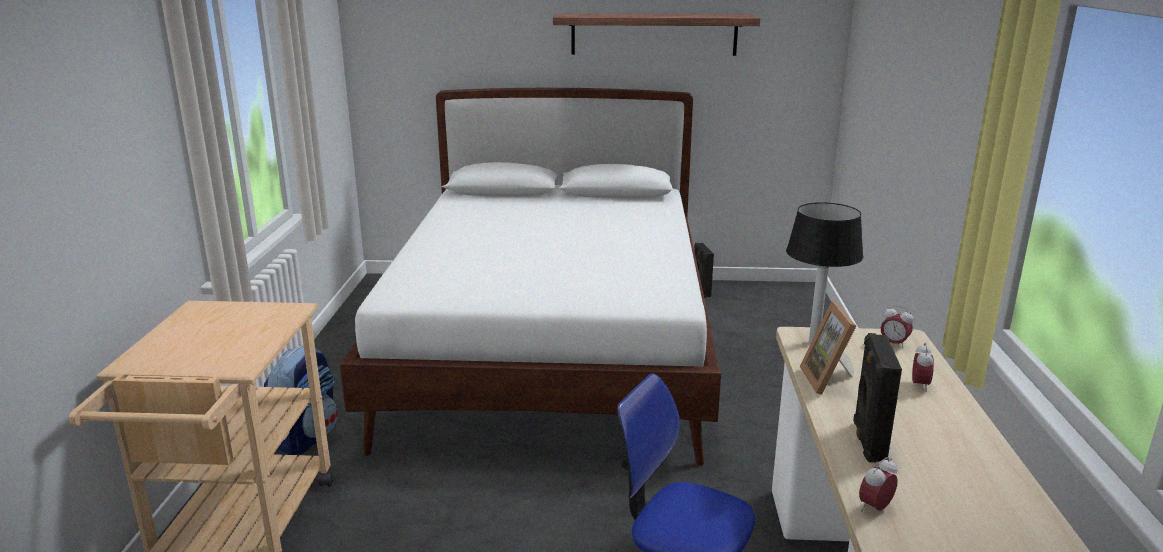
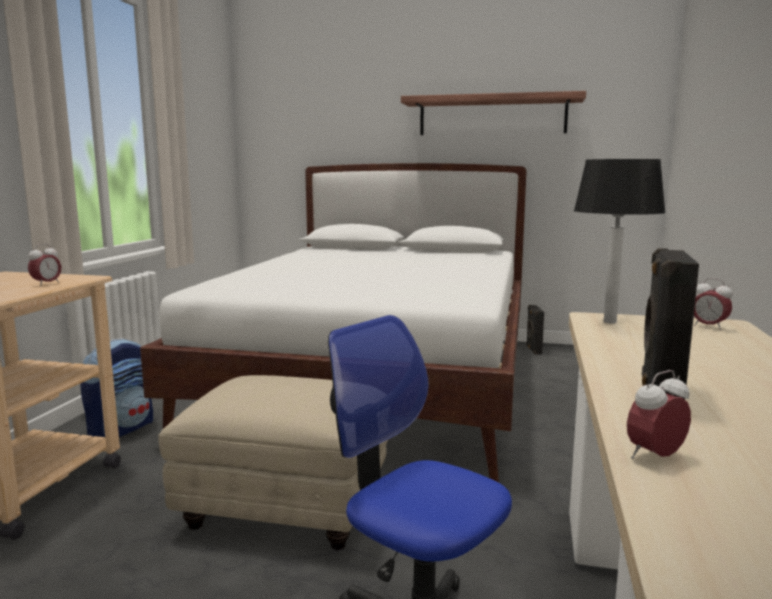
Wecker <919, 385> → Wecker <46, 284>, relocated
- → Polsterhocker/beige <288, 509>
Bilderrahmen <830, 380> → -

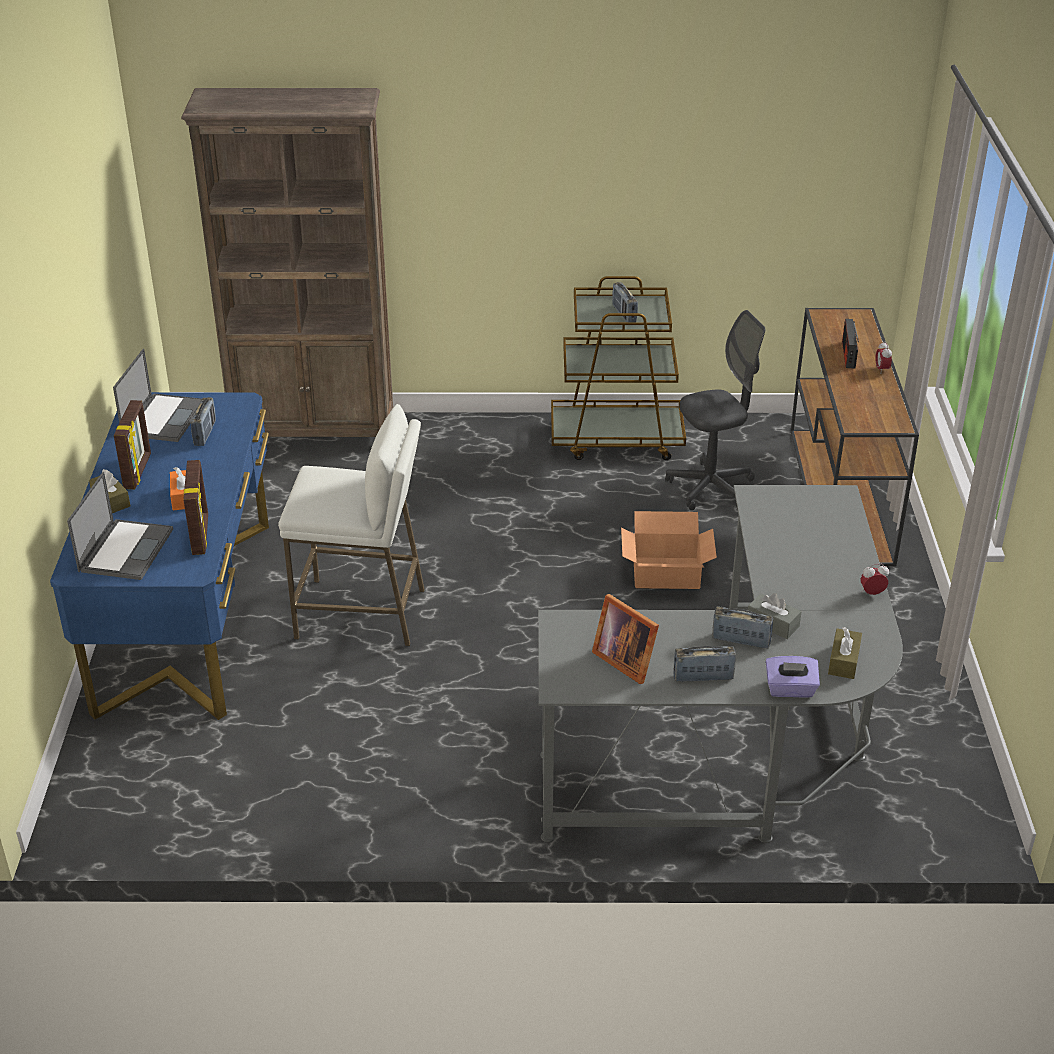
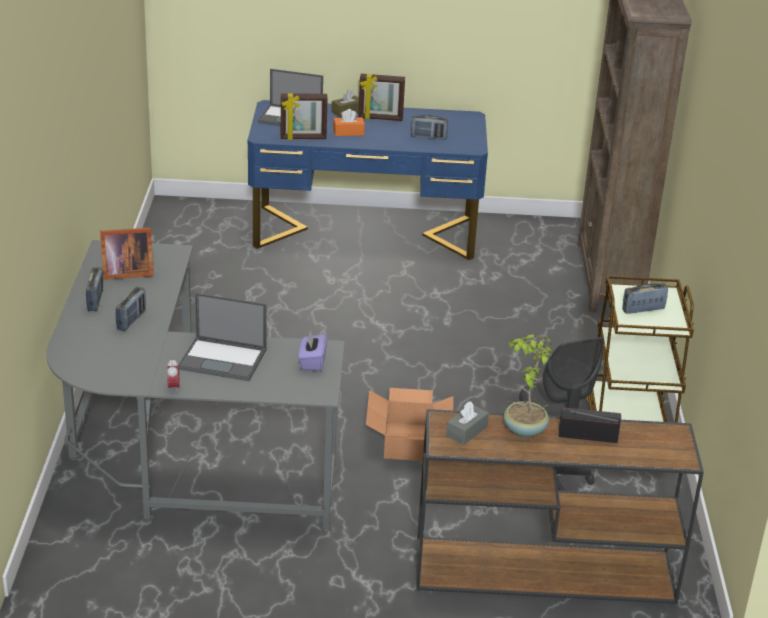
Bilderrahmen <625, 659> → Bilderrahmen <125, 272>, 150 degrees counterclockwise
Laptop <163, 418> → Laptop <223, 359>, relocated
Taschentuchbox/lila <790, 689> → Taschentuchbox/lila <312, 362>, relocated
Taschentuchbox/grau <772, 624> → Taschentuchbox/grau <466, 431>, relocated
- → Topfpflanze <523, 430>
Hocker/weiß <361, 613> → -
Taschentuchbox/braun <843, 661> → -
Wecker <881, 369> → -

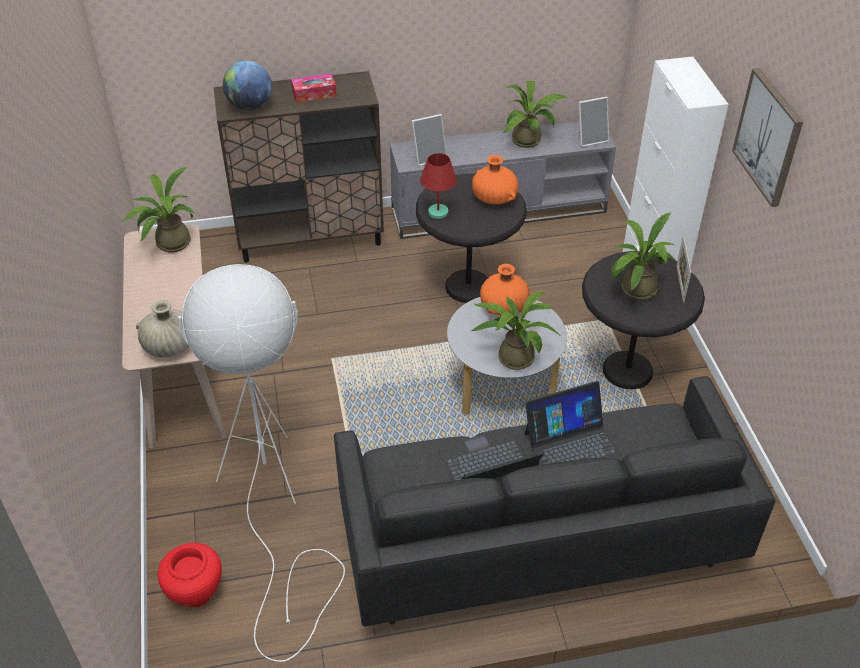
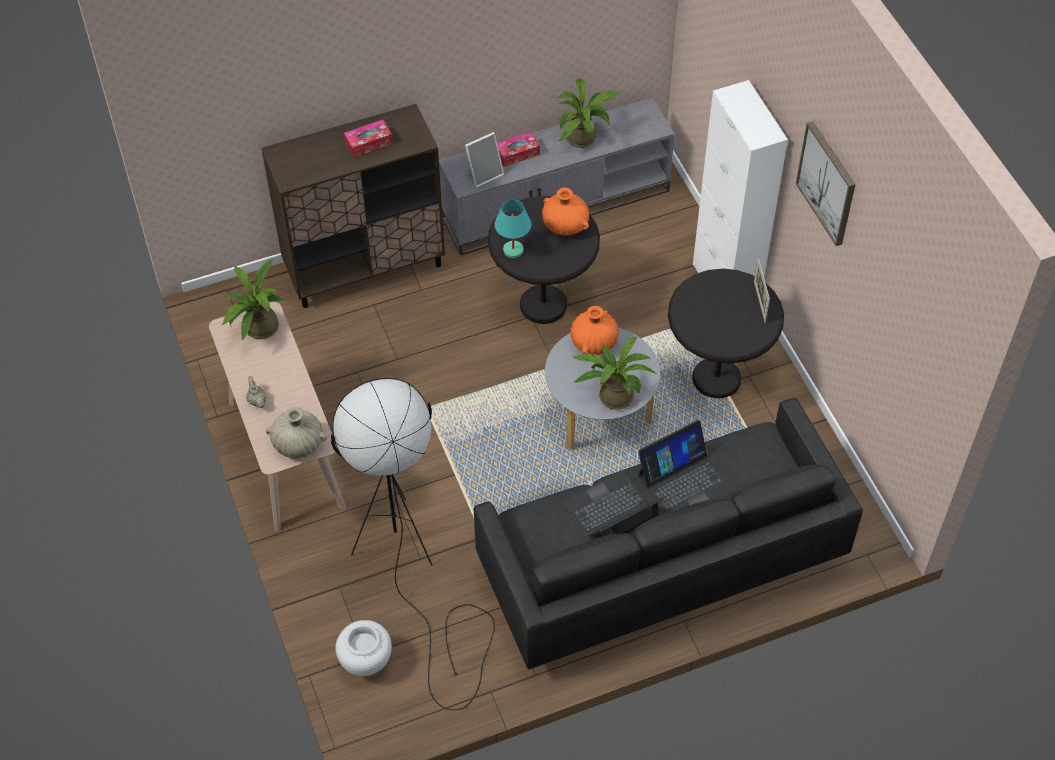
- → Teekanne/beige <257, 400>
Stehlampe/weiß <272, 506> → Stehlampe/schwarz <411, 570>
Vase/rot <195, 593> → Vase/weiß <366, 663>
Tischlampe/rot <438, 212> → Tischlampe/türkis <513, 250>
- → Taschentuchbox <517, 153>
Globus <250, 106> → -
Bilderrahmen <591, 138> → -
Topfpflanze <634, 291> → -

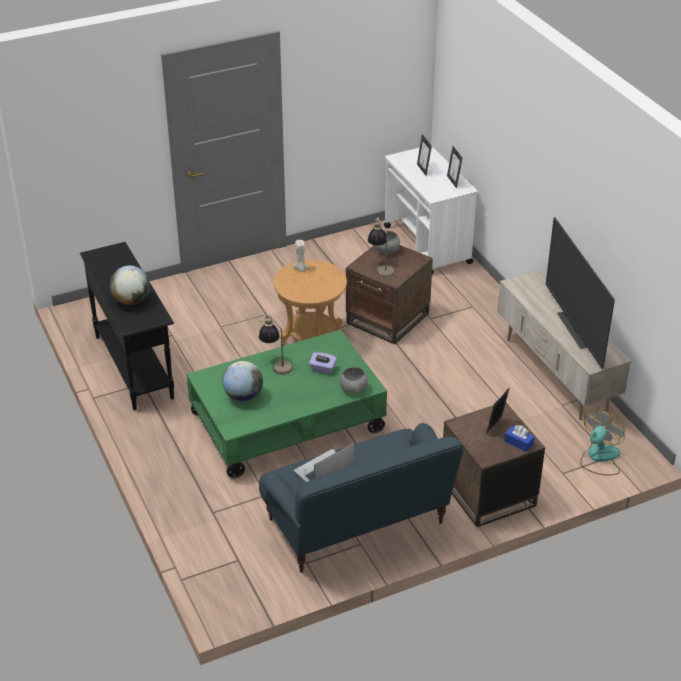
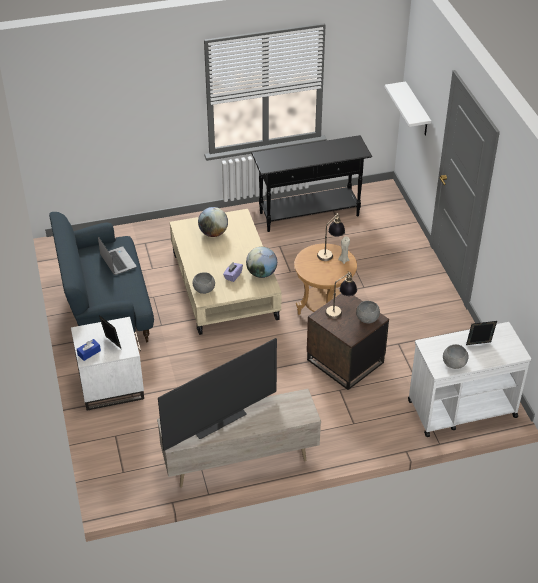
Beistelltisch/braun <487, 493> → Beistelltisch/weiß <111, 384>
Fernseher <573, 330> → Fernseher <220, 423>, 150 degrees clockwise
Couchtisch/grün <287, 423> → Couchtisch/beige <224, 286>
Globus <132, 301> → Globus <261, 273>, relocated
Tischlampe <276, 364> → Tischlampe <330, 252>, relocated
- → Wandregal/weiß <417, 110>
Bilderrahmen <453, 181> → Schüssel/grau <454, 363>
Ventilator <599, 458> → -

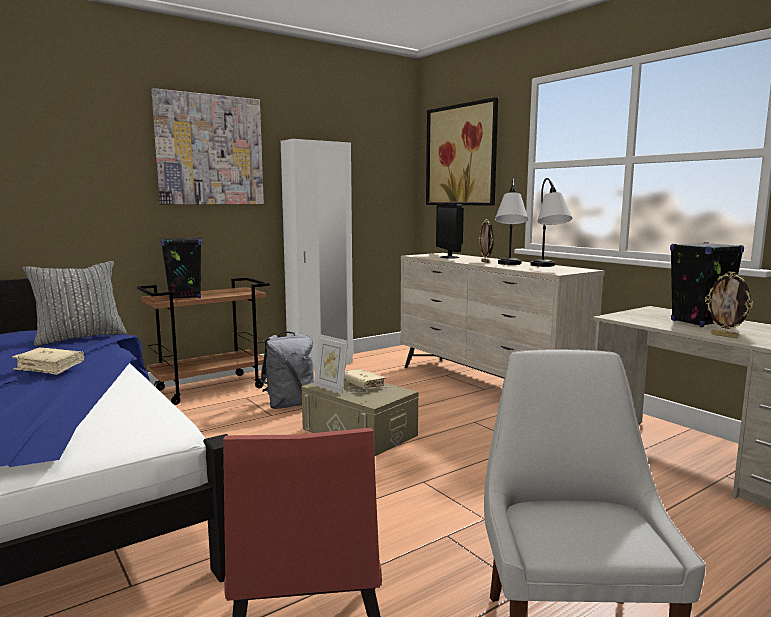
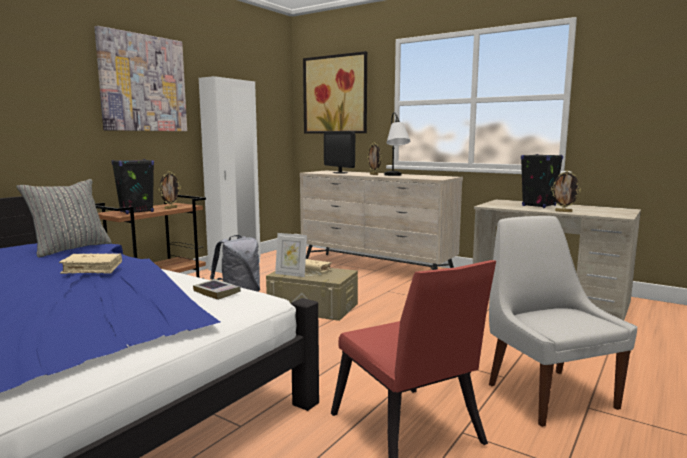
- → Bilderrahmen <170, 208>
- → Buch <216, 292>
Tischlampe <547, 267> → -

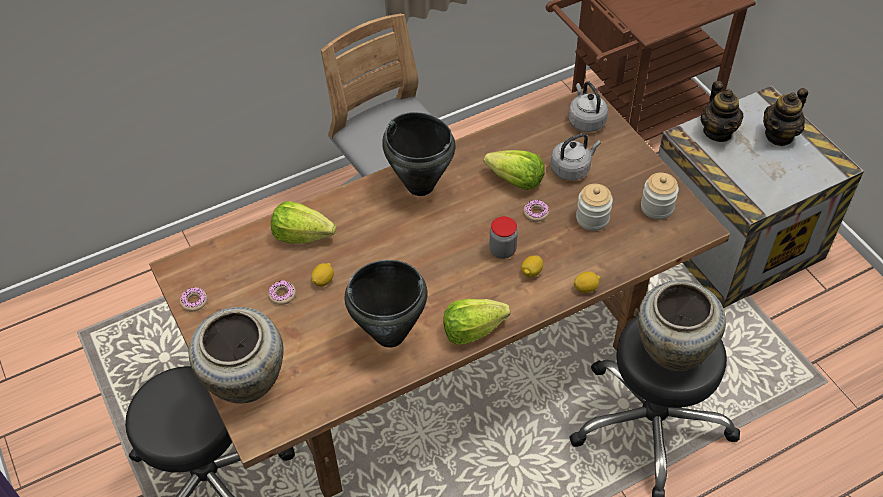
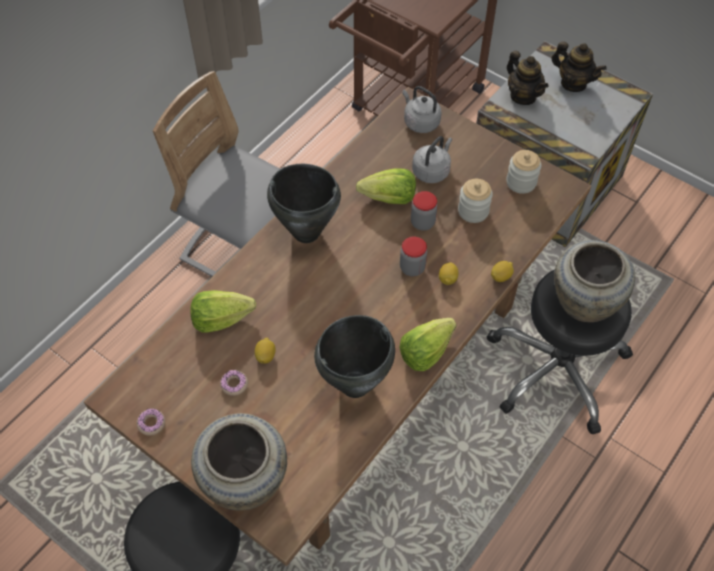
Donut <536, 213> → Vorratsglas <422, 222>
Teekanne <779, 135> → Teekanne <573, 83>, 75 degrees counterclockwise

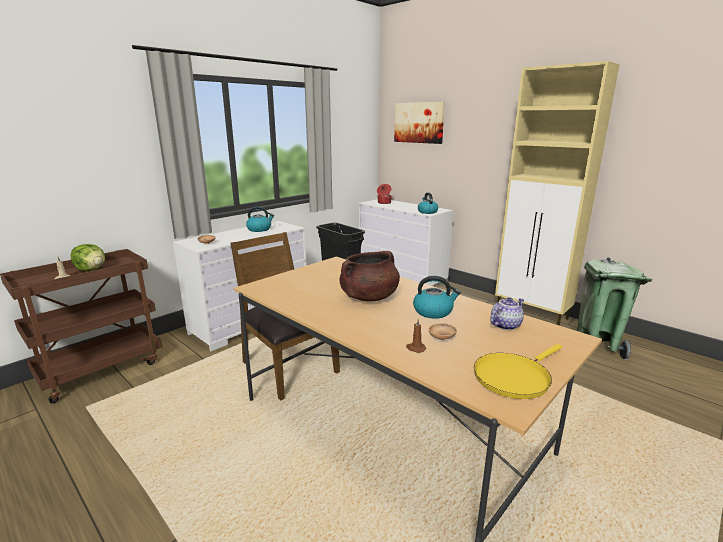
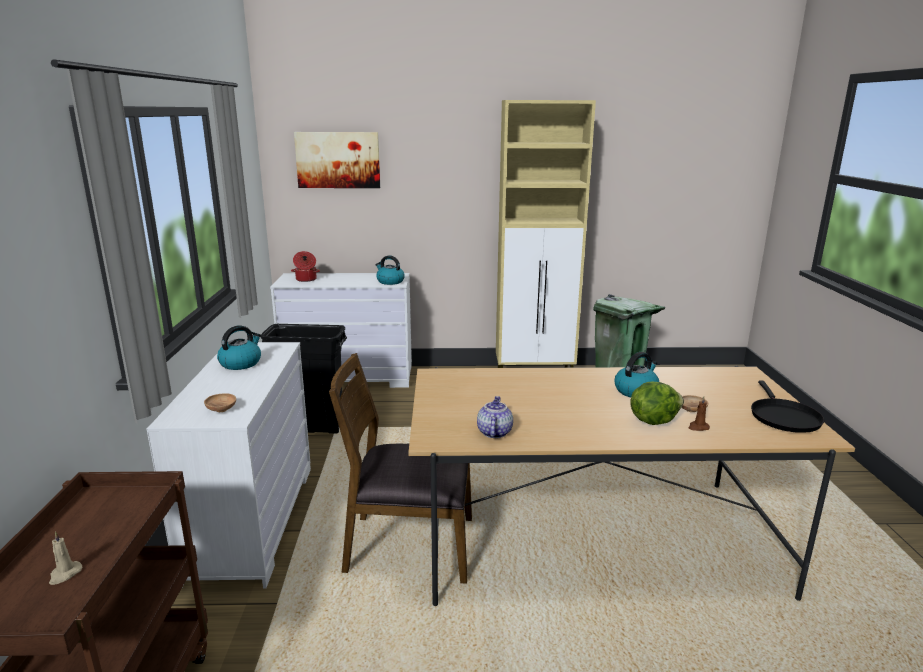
Teekanne <505, 325> → Teekanne <493, 432>, relocated
Salatkopf <92, 269> → Salatkopf <653, 420>, relocated
Pfanne/gelb <513, 377> → Pfanne/schwarz <783, 417>
Kochtopf/braun <369, 297> → -

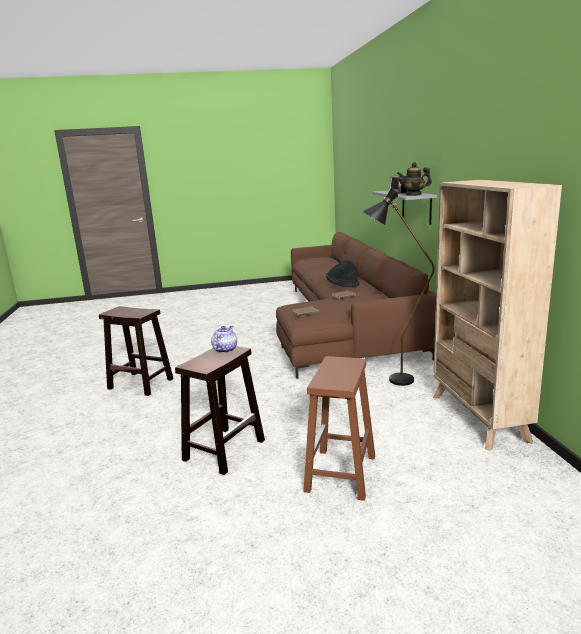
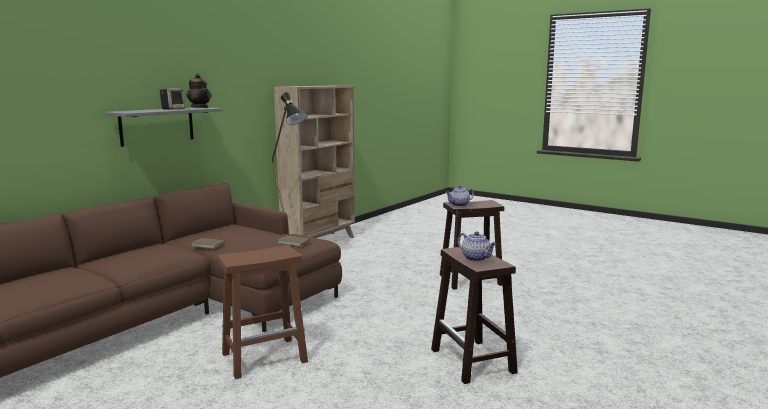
Hocker/braun <341, 474> → Hocker/braun <265, 357>, relocated
- → Teekanne <476, 258>
Hut/schwarz <342, 285> → -

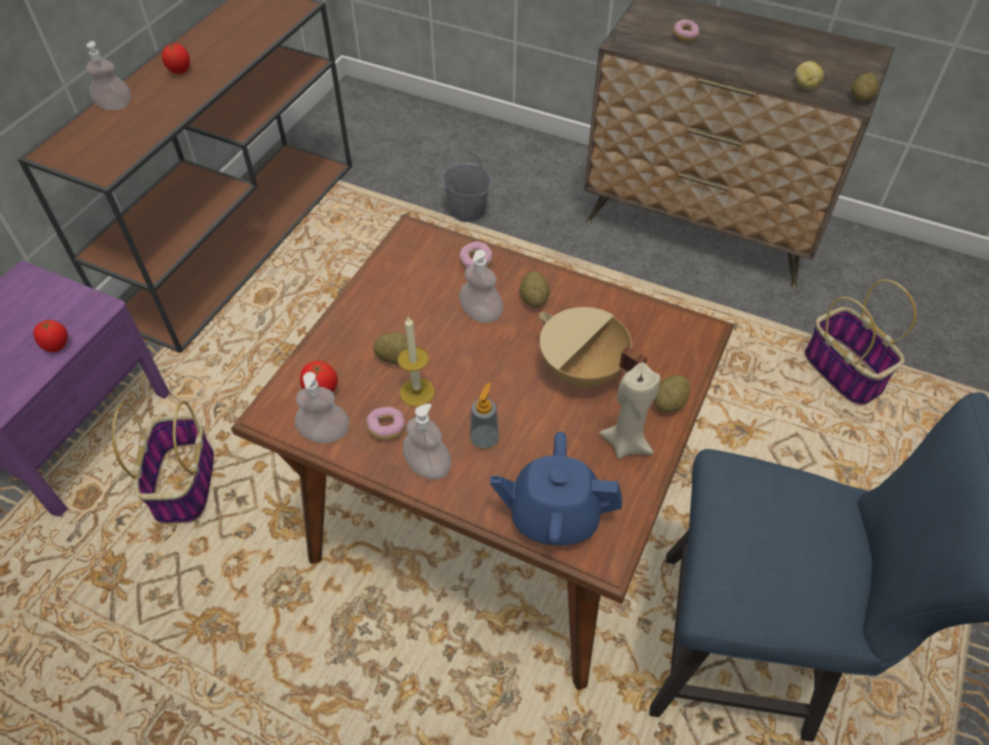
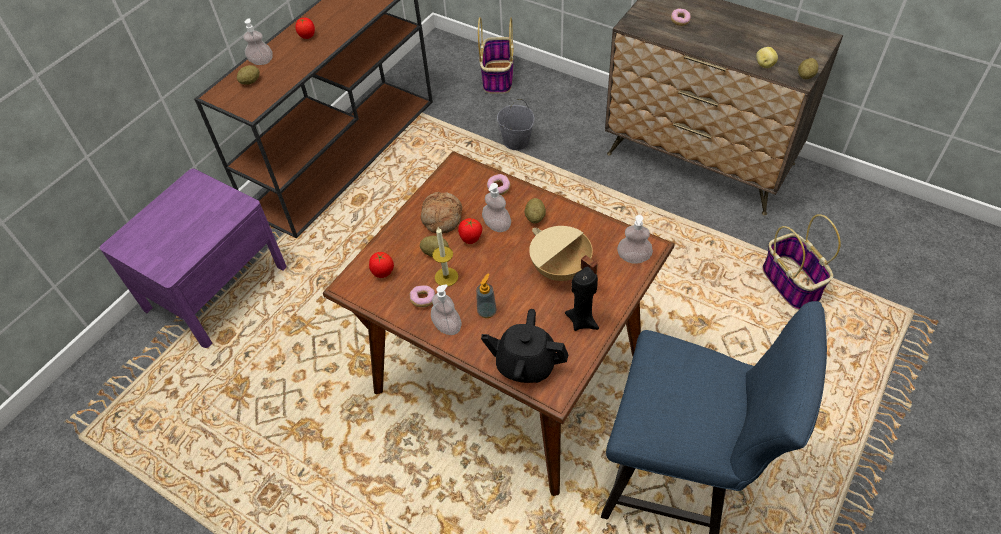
Kartoffel <669, 403> → Kartoffel <250, 81>, relocated
- → Brot <441, 217>
Tomate <57, 347> → Tomate <471, 239>, relocated
Korb <184, 483> → Korb <498, 77>, relocated
Teekanne/blau <553, 515> → Teekanne/schwarz <525, 364>
Kerze/beige <626, 443> → Kerze/schwarz <582, 320>
Seifenspender <325, 433> → Seifenspender <633, 257>, relocated

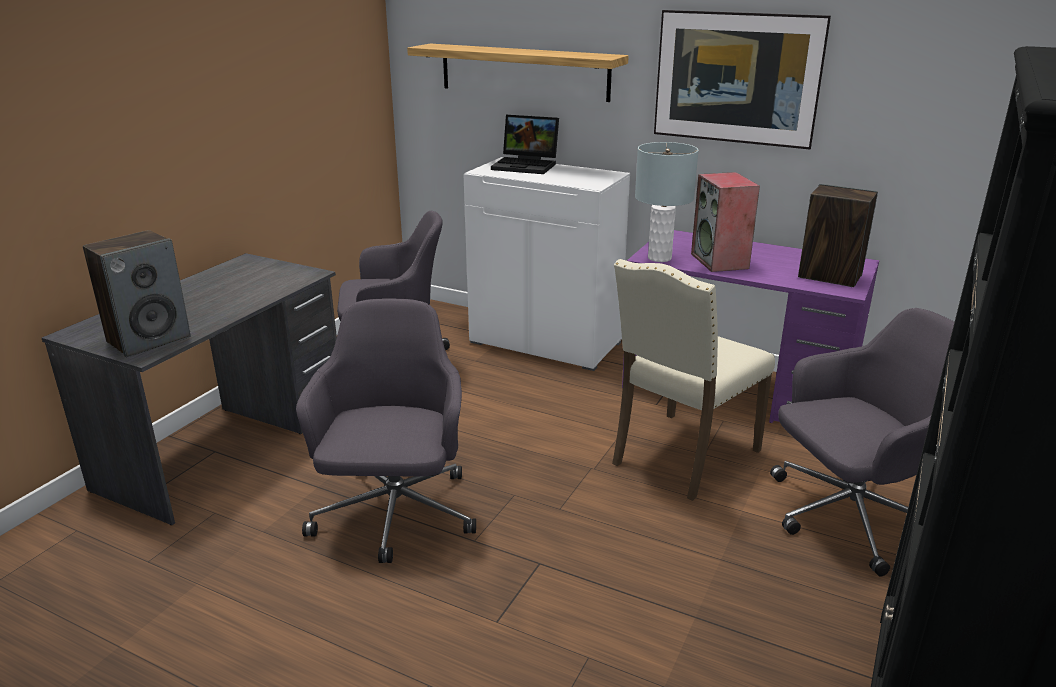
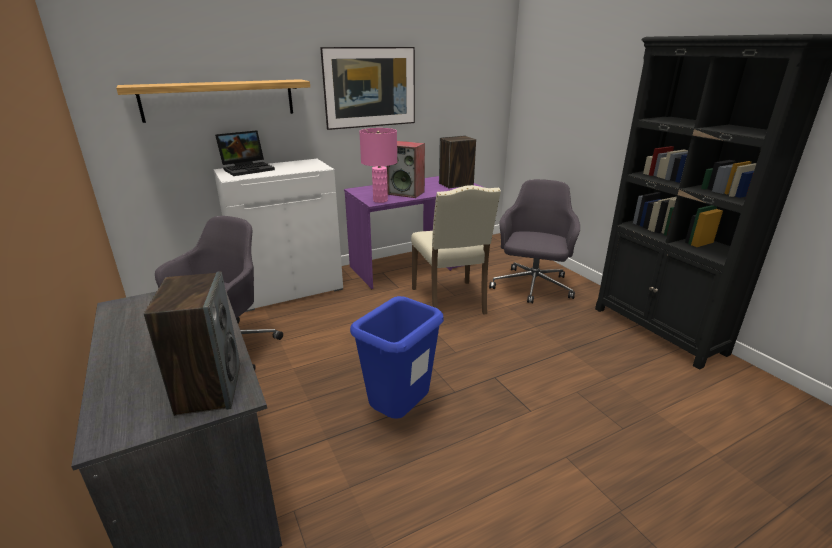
Bürostuhl/grau <395, 516> → Mülleimer/blau <400, 413>
Tischlampe/grau <659, 258> → Tischlampe/rosa <380, 200>

